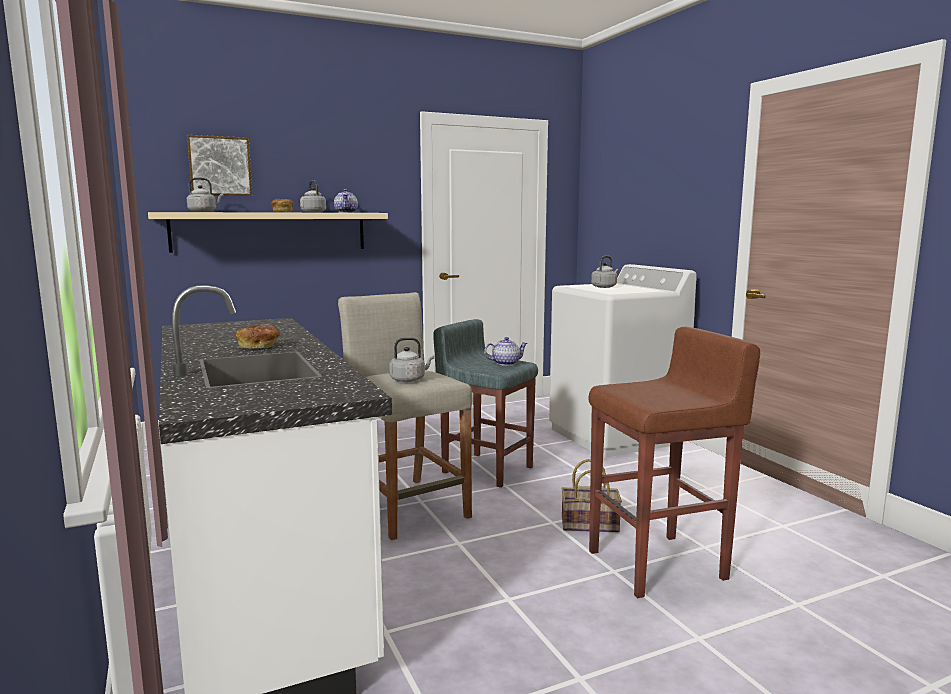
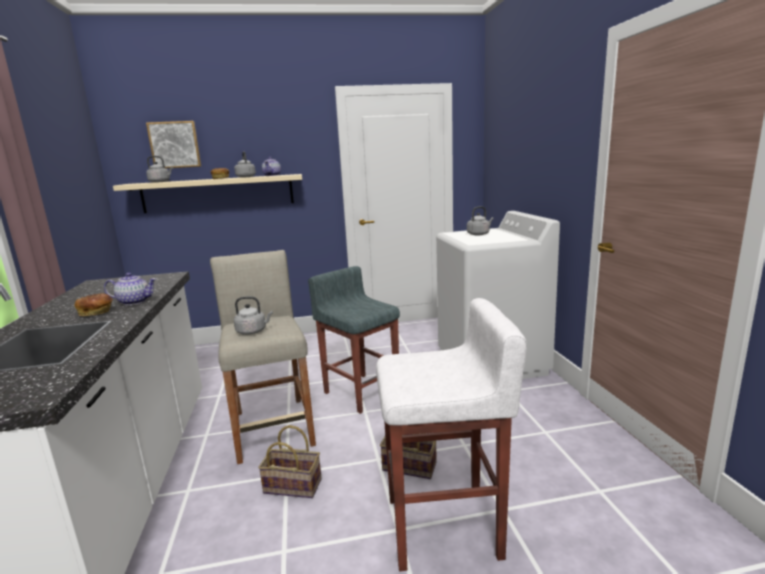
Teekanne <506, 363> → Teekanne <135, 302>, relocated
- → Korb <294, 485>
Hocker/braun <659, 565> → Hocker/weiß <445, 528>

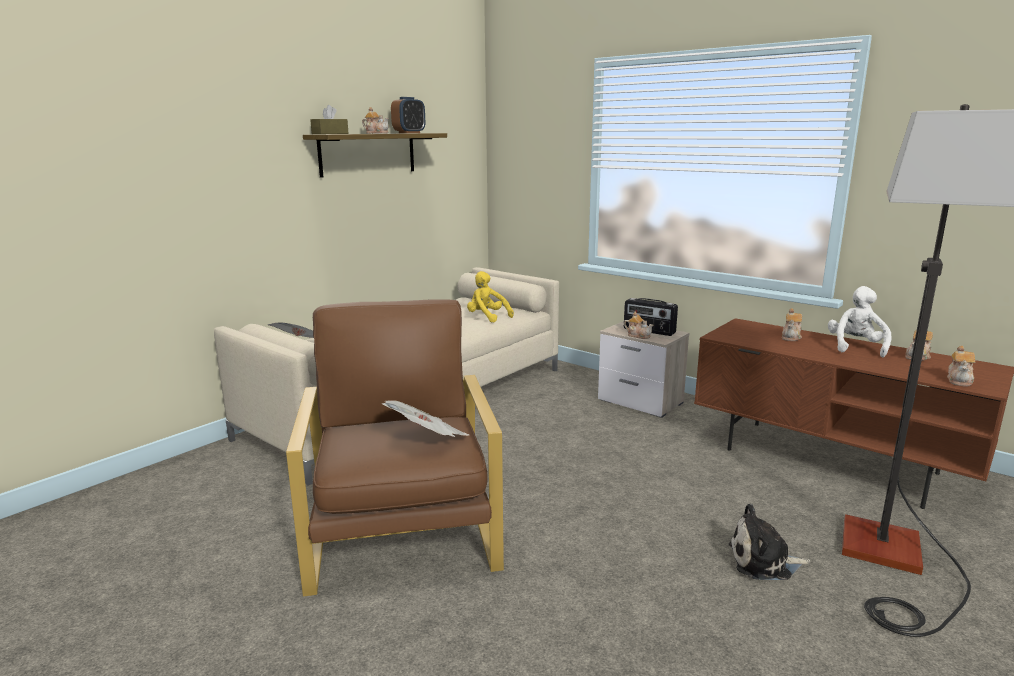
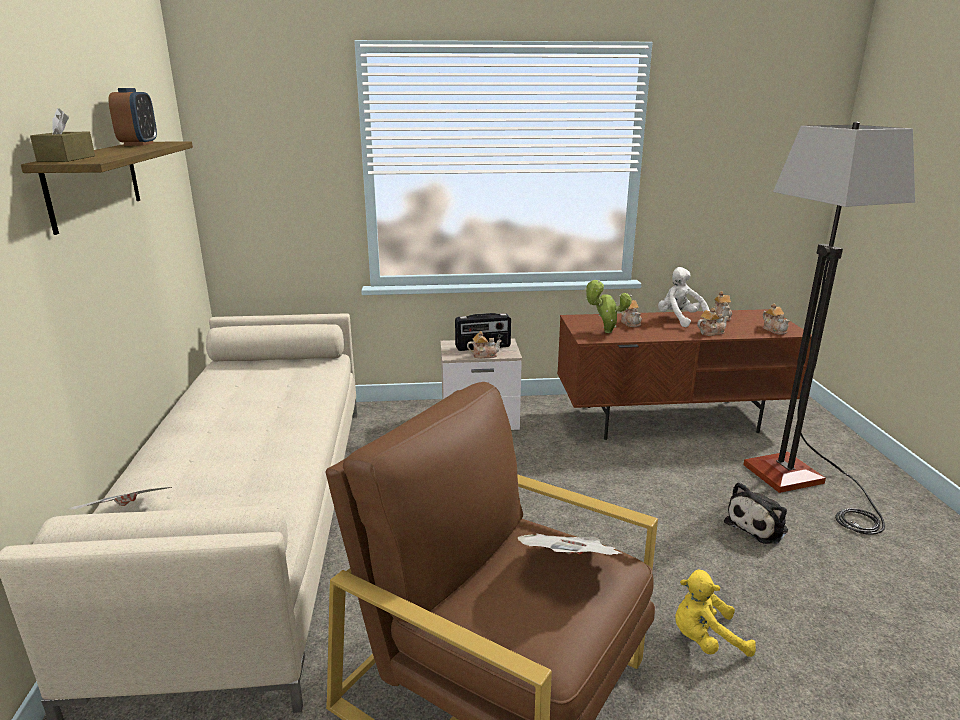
- → Topfpflanze <605, 332>
Plüschtier/gelb <487, 317> → Plüschtier/gelb <705, 640>, relocated
Teekanne <377, 133> → Teekanne <711, 332>, relocated

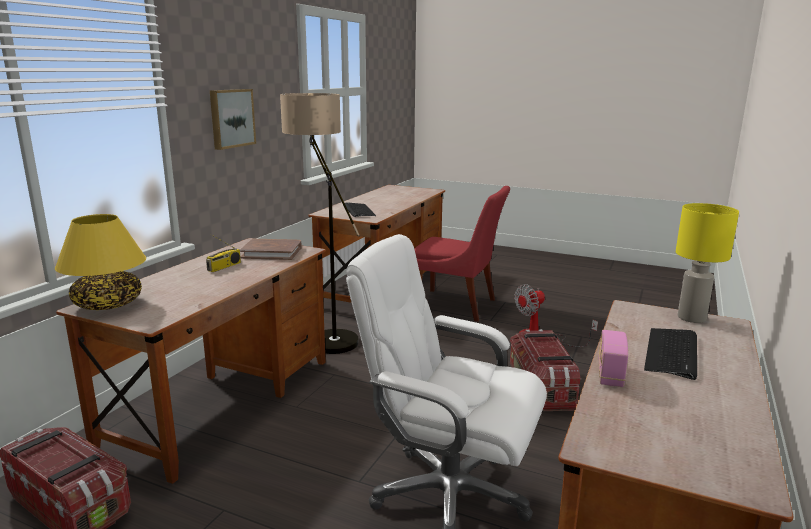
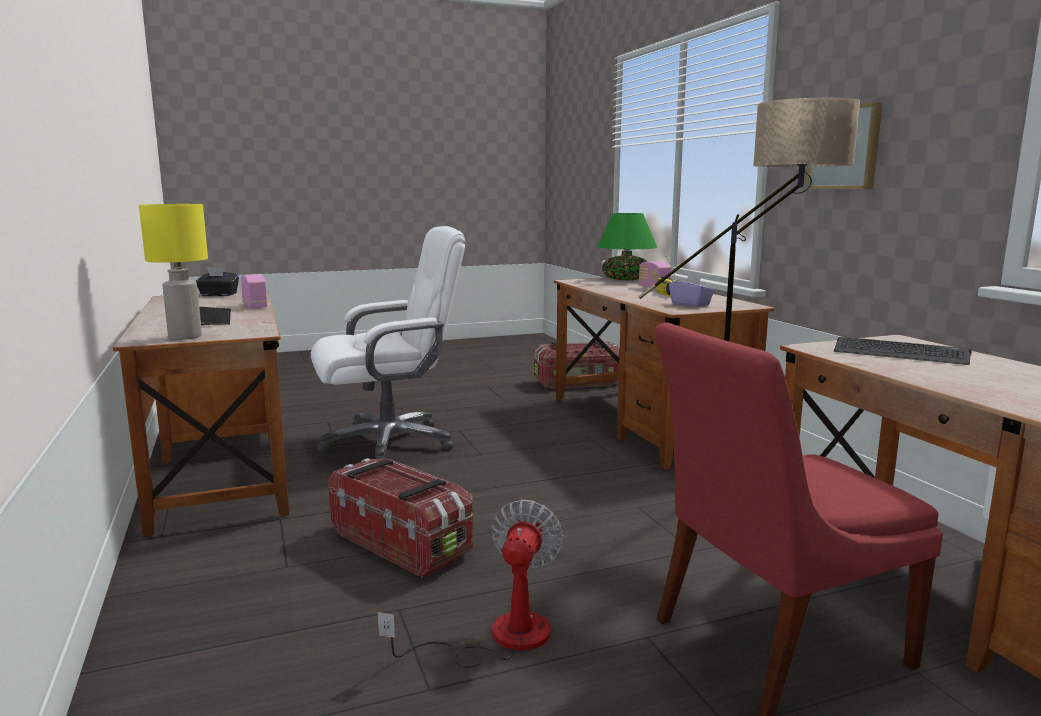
- → Taschentuchbox/schwarz <218, 294>
Tischlampe/gelb <107, 304> → Tischlampe/grün <625, 279>
- → Radio <654, 288>
Buch/braun <272, 252> → Taschentuchbox/lila <690, 304>

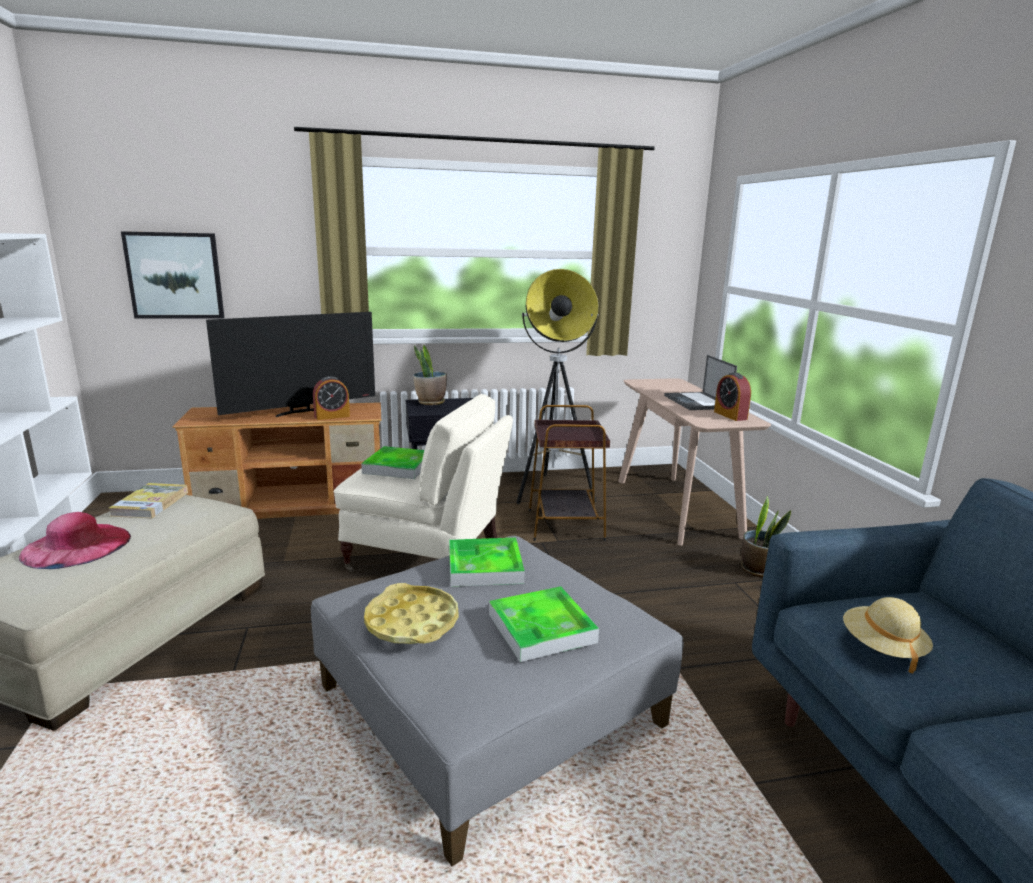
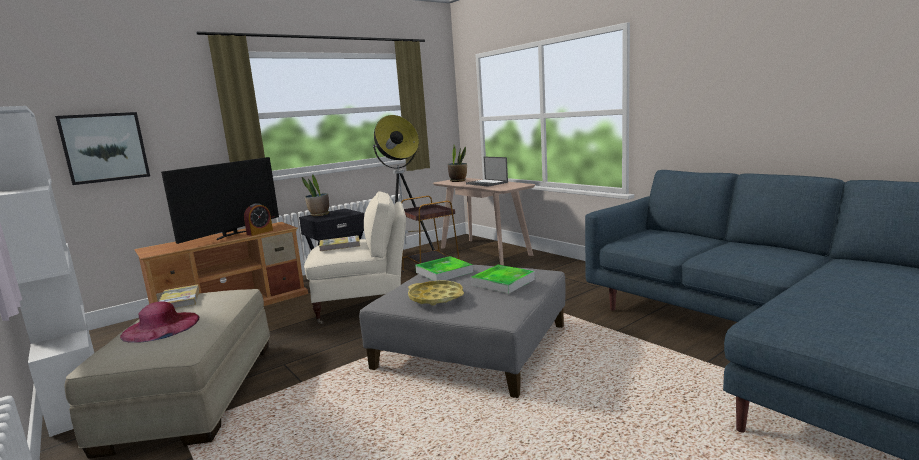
Tablett <398, 467> → Buch <340, 245>
Topfpflanze <758, 570> → Topfpflanze <458, 181>, relocated
Wecker <730, 415> → -
Hut/beige <882, 648> → -

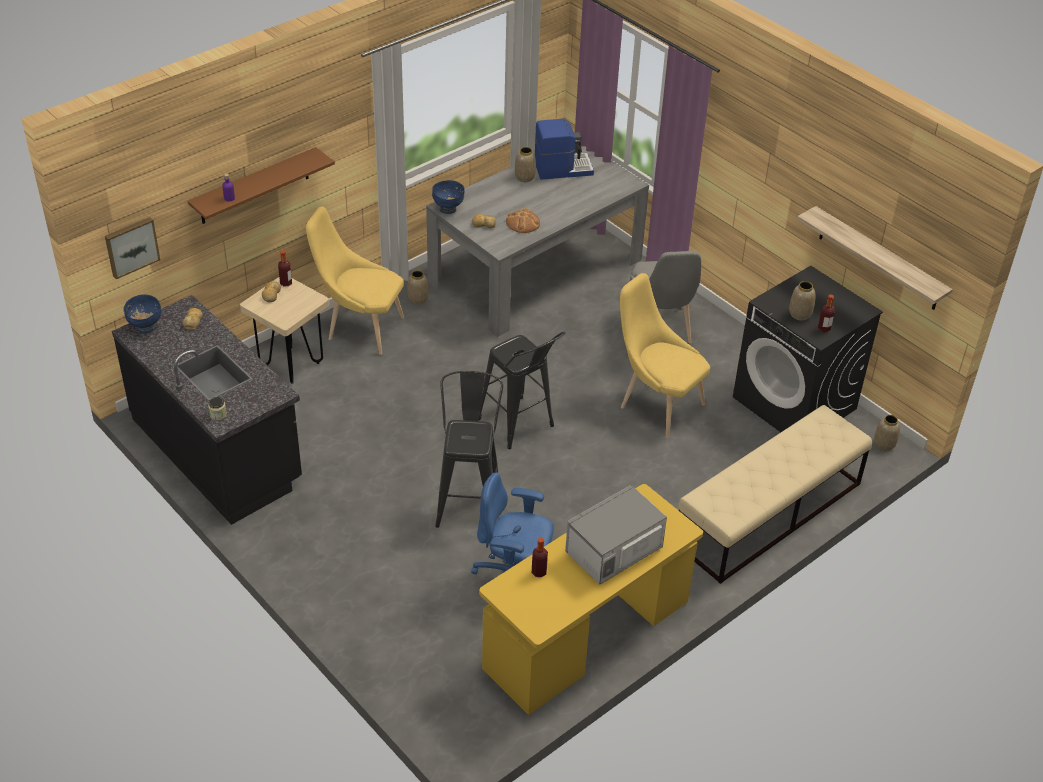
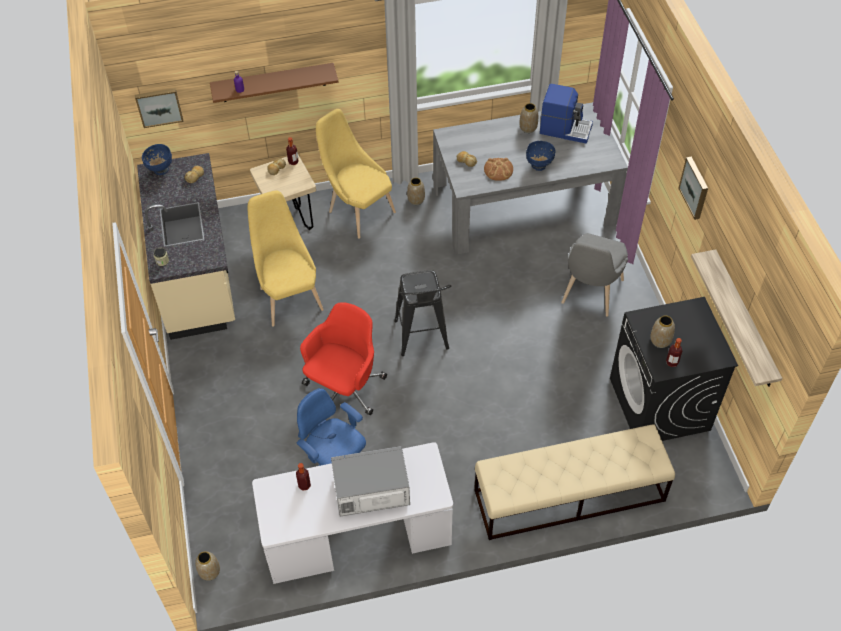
Küchenzeile/schwarz <217, 450> → Küchenzeile/beige <197, 276>
Vase <884, 445> → Vase <210, 572>, relocated
Stuhl/gelb <657, 404> → Stuhl/gelb <288, 296>, relocated
Schreibtisch/gelb <587, 636> → Schreibtisch/weiß <358, 539>
Hocker/schwarz <469, 501> → Bürostuhl/rot <344, 389>
Schüssel/blau <448, 209> → Schüssel/blau <539, 166>, relocated
- → Bild <695, 187>

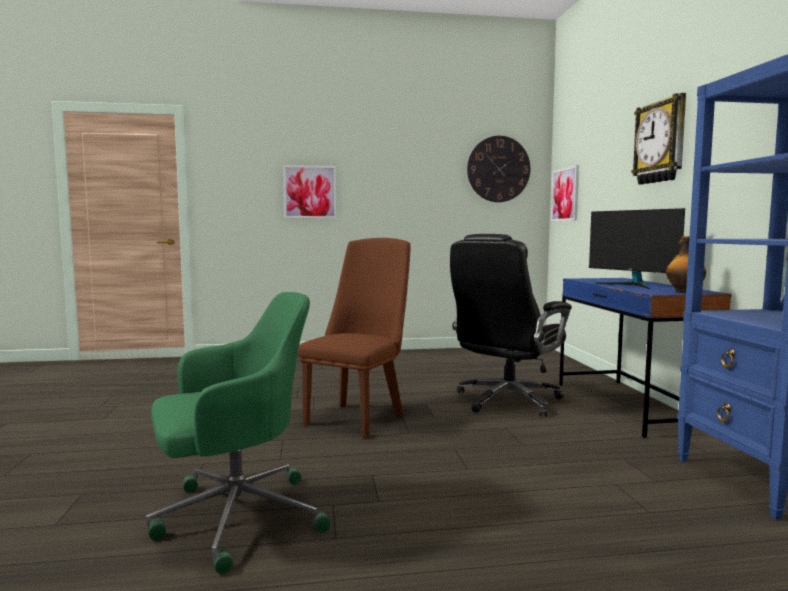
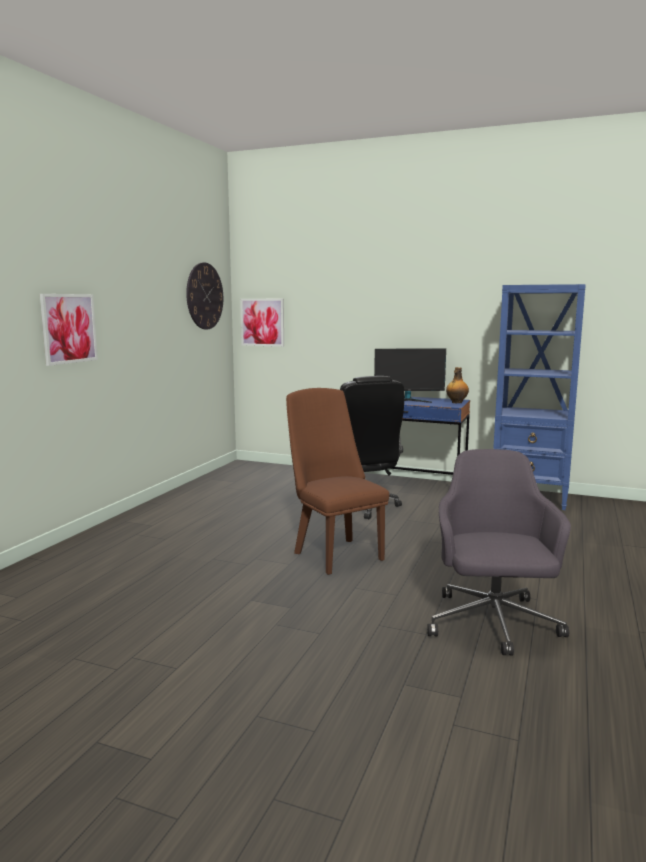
Bürostuhl/grün <235, 518> → Bürostuhl/grau <492, 624>
Wanduhr <661, 142> → -

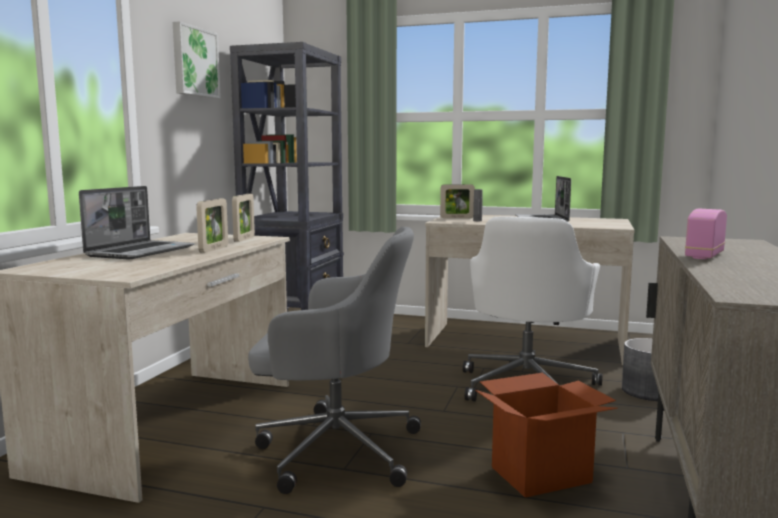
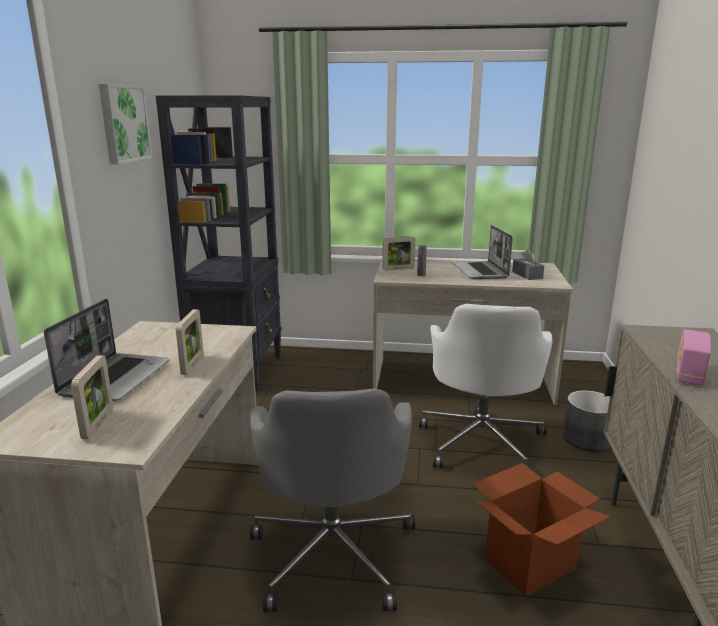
Bilderrahmen <244, 239> → Bilderrahmen <98, 424>, relocated
Bürostuhl/grau <334, 449> → Bürostuhl/grau <333, 552>, 90 degrees clockwise
- → Taschentuchbox/grau <527, 275>

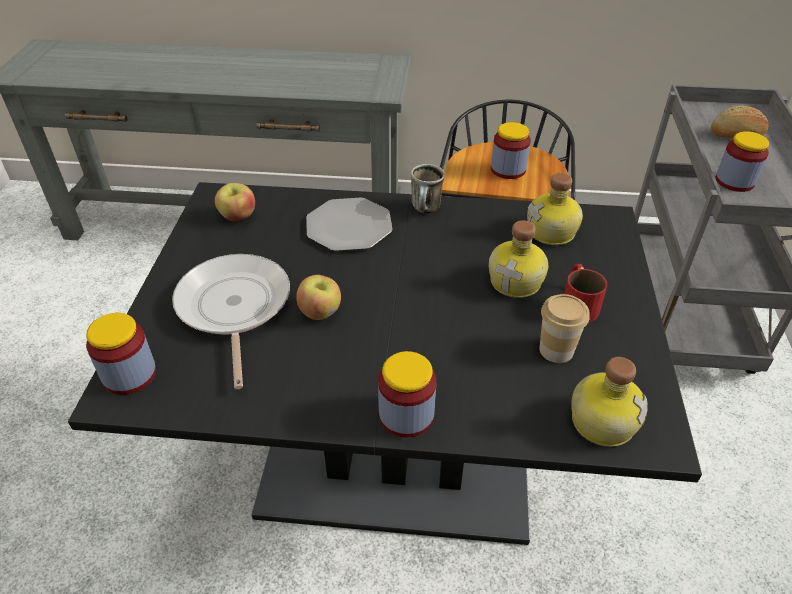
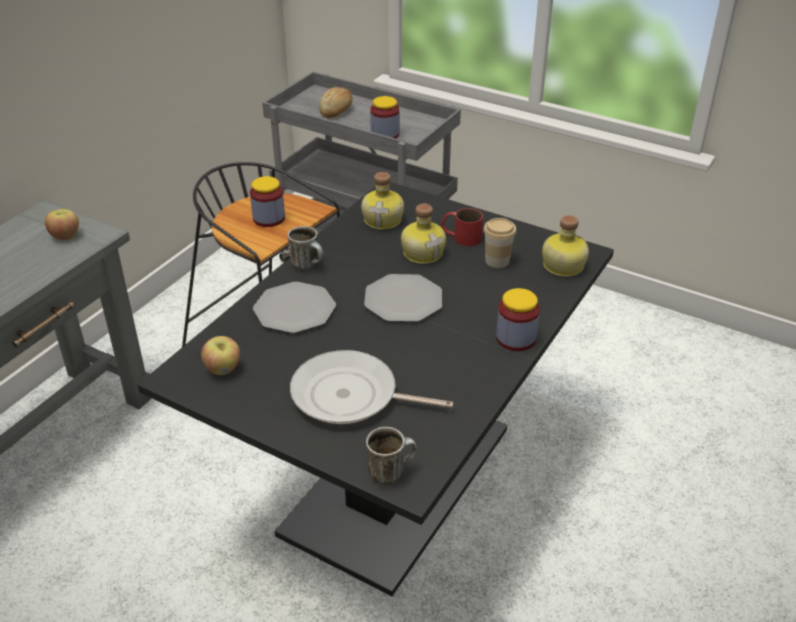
Apfel <320, 312> → Apfel <65, 236>, relocated
- → Teller <403, 300>
Vorratsglas <129, 375> → Henkelbecher <391, 471>

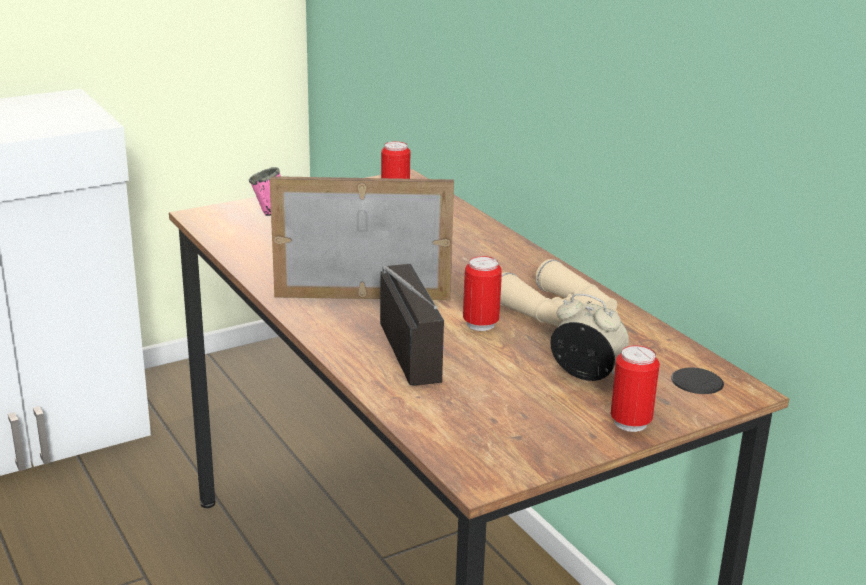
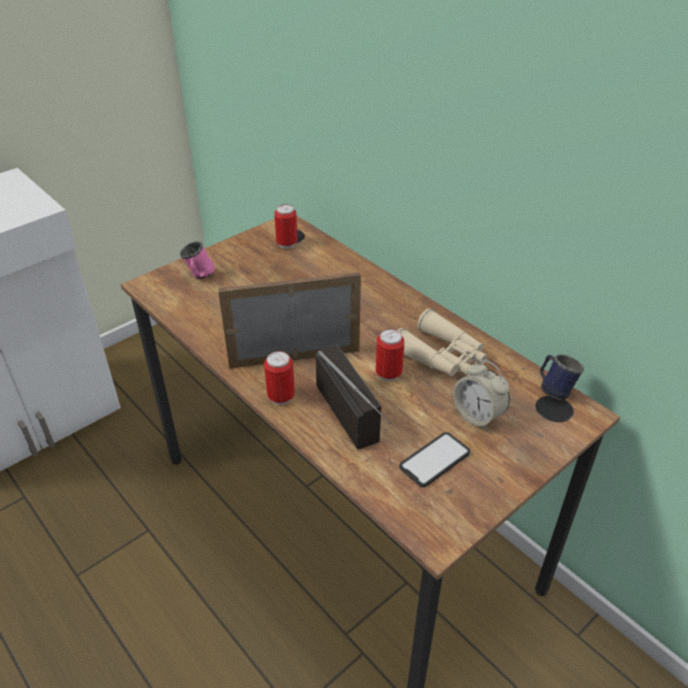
Dose <630, 423> → Dose <281, 397>, relocated
- → Handy <434, 460>
Wecker <586, 374> → Wecker <477, 415>, 150 degrees counterclockwise
- → Henkelbecher/blau <554, 389>

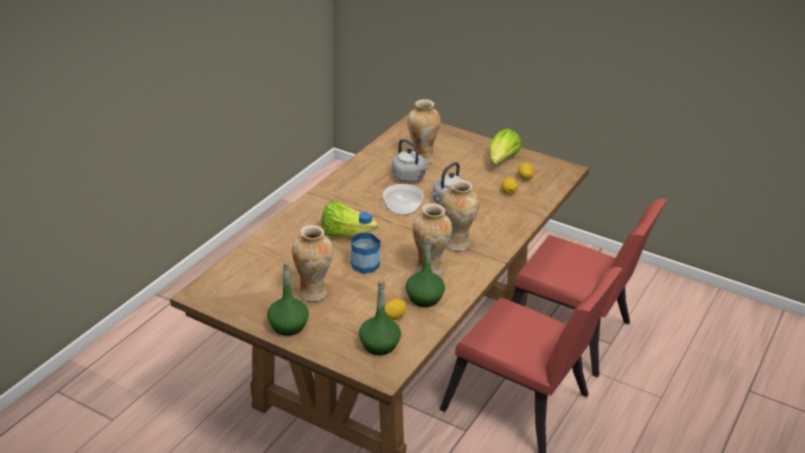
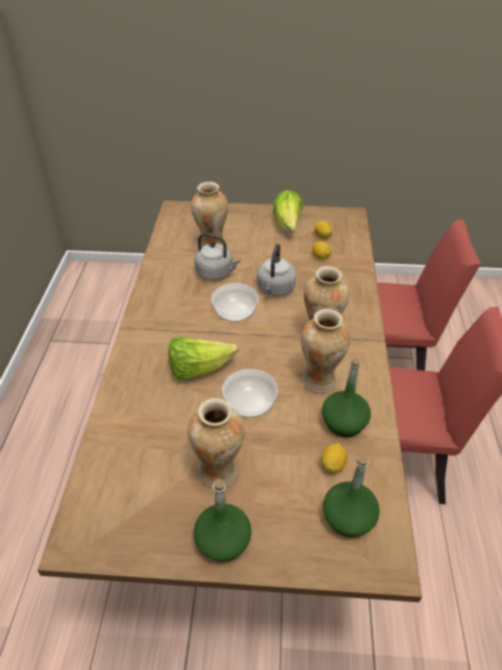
Flasche <365, 264> → Schüssel <249, 403>

